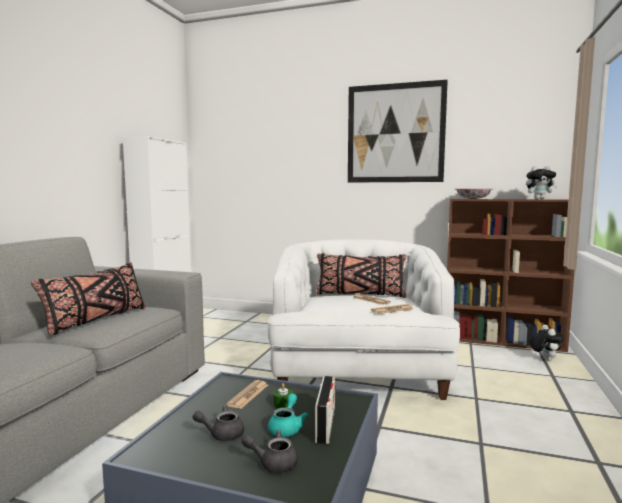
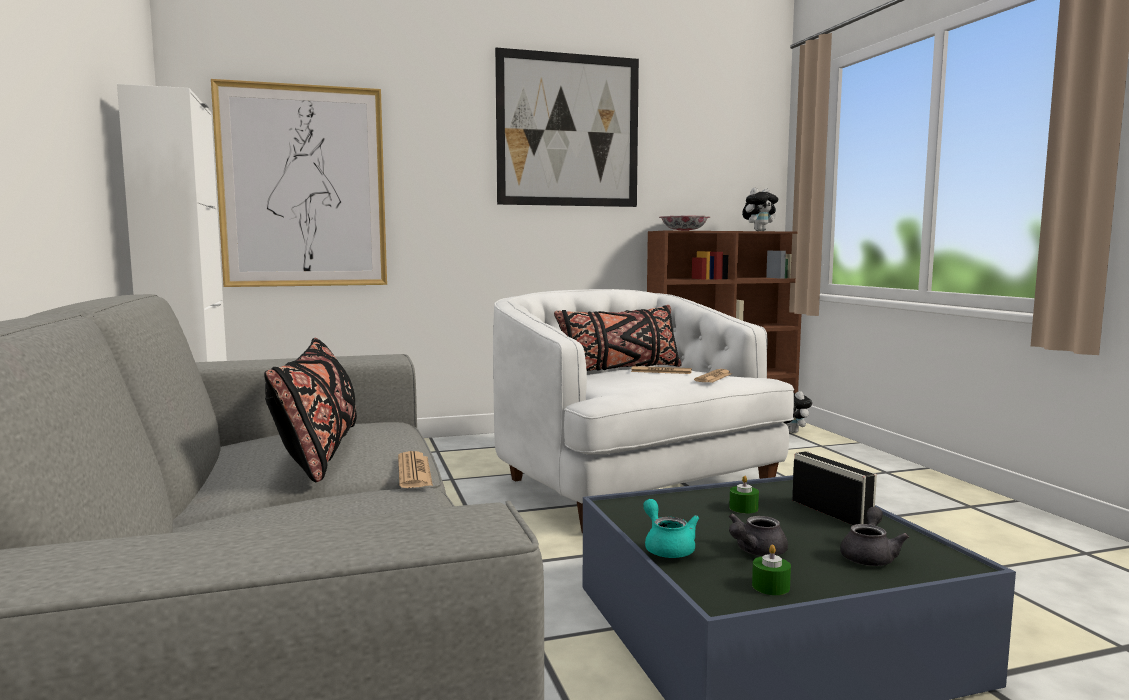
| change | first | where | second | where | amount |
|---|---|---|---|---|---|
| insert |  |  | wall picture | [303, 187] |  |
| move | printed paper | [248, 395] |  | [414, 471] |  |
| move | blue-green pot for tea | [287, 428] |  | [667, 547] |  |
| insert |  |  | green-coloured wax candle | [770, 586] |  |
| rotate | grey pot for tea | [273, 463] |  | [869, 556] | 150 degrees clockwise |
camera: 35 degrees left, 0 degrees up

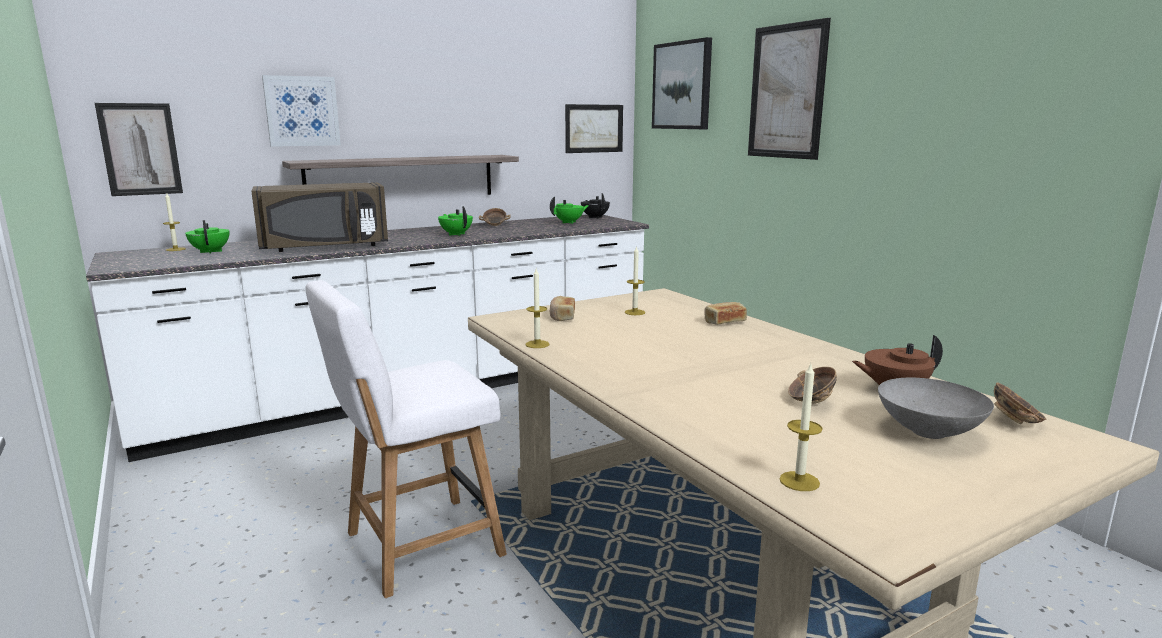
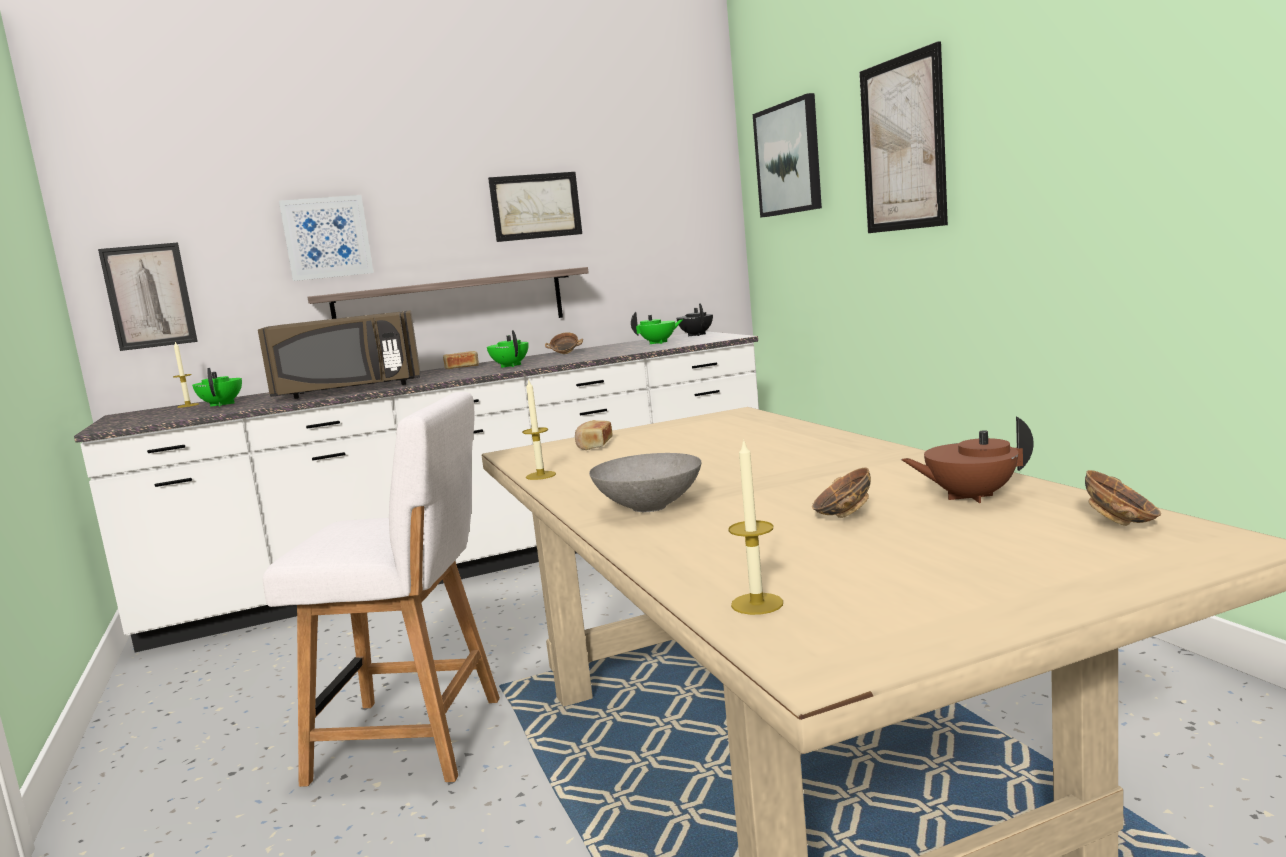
| change | first | where | second | where | amount |
|---|---|---|---|---|---|
| rotate | whitish chair | [416, 546] |  | [417, 739] | 150 degrees counterclockwise |
| move | bakery bread | [724, 322] |  | [462, 368] |  |
| move | wall picture | [594, 128] |  | [536, 206] |  |
| move | grey deep dish | [927, 432] |  | [647, 507] |  |
| delete | wax candle | [634, 312] |  |  |  |
camera: 10 degrees right, 5 degrees down

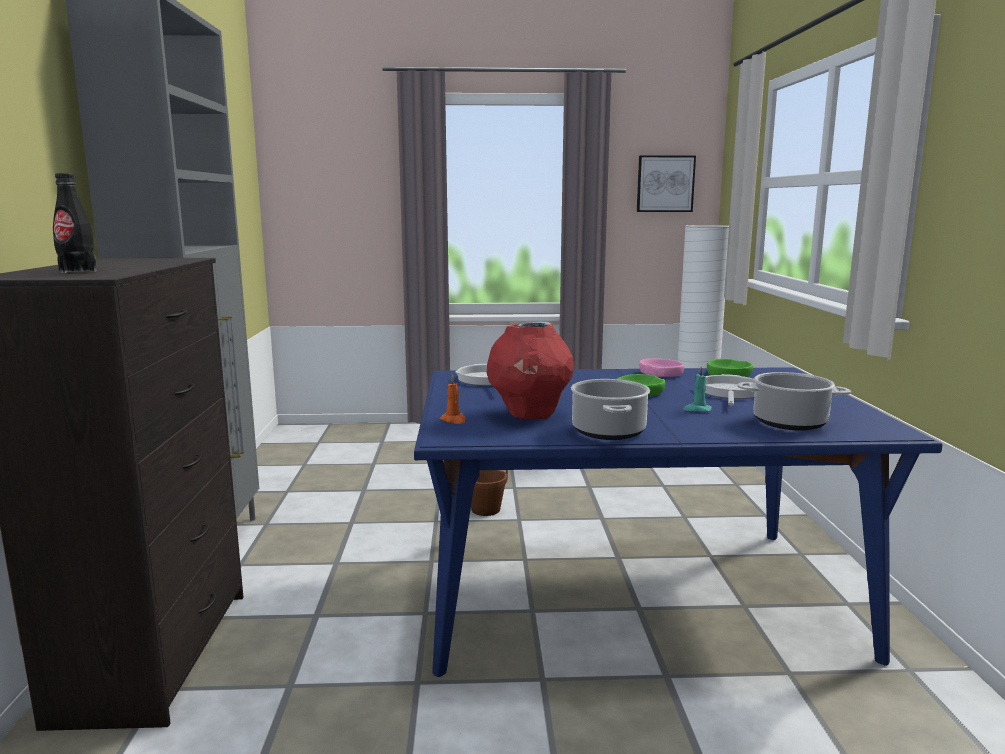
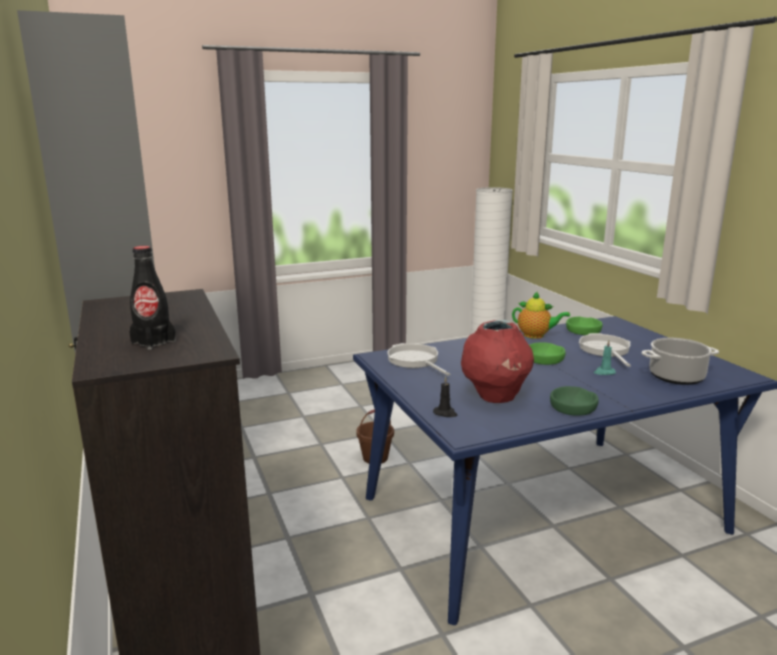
| change | first | where | second | where | amount |
|---|---|---|---|---|---|
| recolor | orange wax candle | [454, 420] | blackish wax candle | [445, 413] |  |
| replace | pink deep dish | [661, 374] | pot for tea | [536, 335] |  |
| replace | saucepot | [609, 432] | green-coloured deep dish | [573, 407] |  |
| delete | wall picture | [665, 184] |  |  |  |
camera: 20 degrees left, 5 degrees up

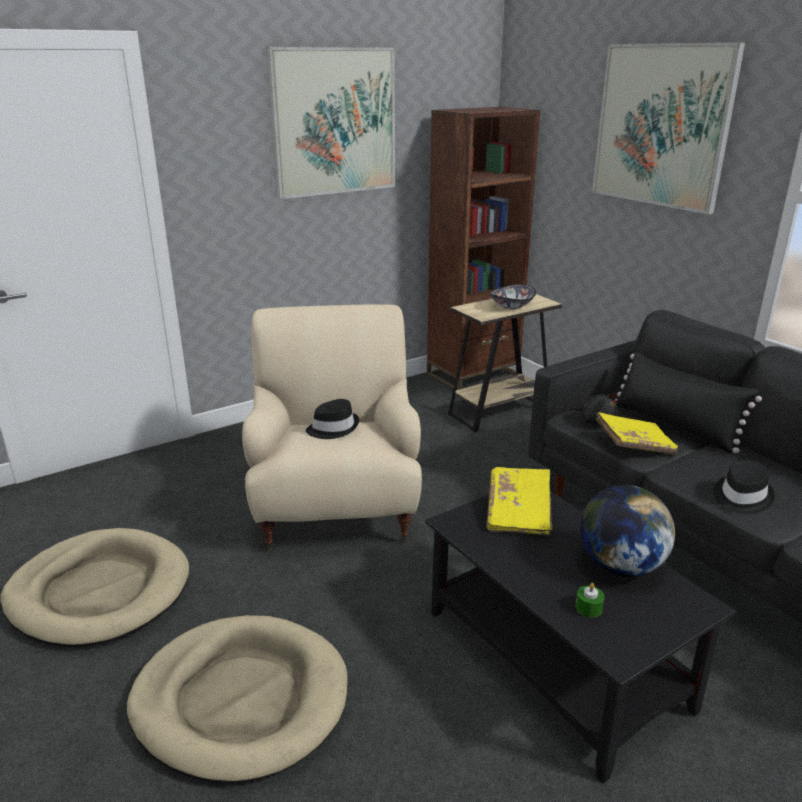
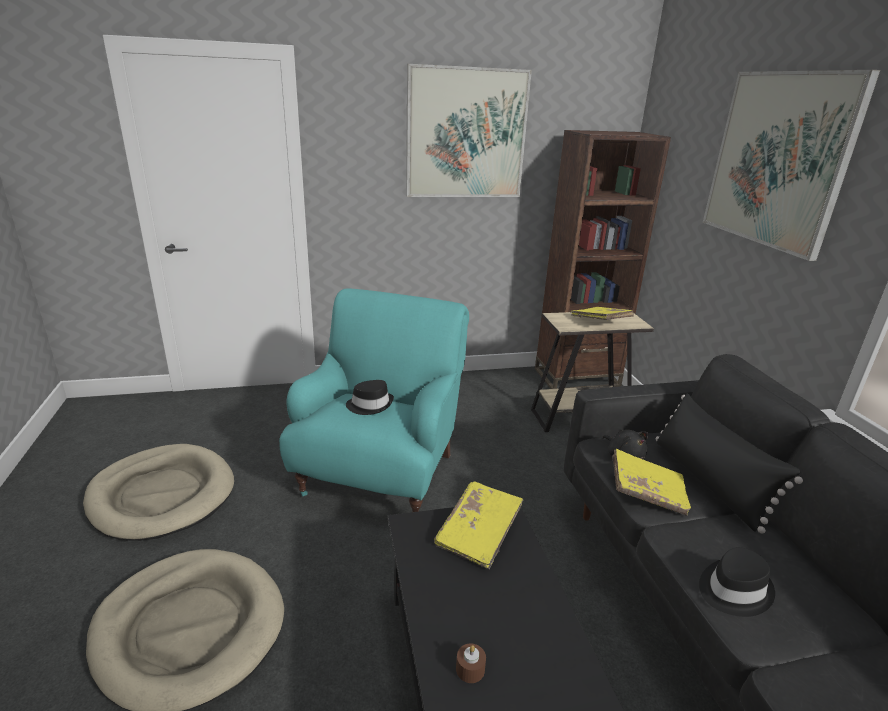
| change | first | where | second | where | amount |
|---|---|---|---|---|---|
| recolor | beige easy chair | [337, 508] | blue-green easy chair | [381, 473] |  |
| recolor | green-coloured wax candle | [588, 608] | brown-coloured wax candle | [470, 669] |  |
| replace | deep dish | [511, 306] | yellow-coloured bound book | [600, 322] |  |
| delete | globe | [620, 566] |  |  |  |
camera: 20 degrees right, 0 degrees up

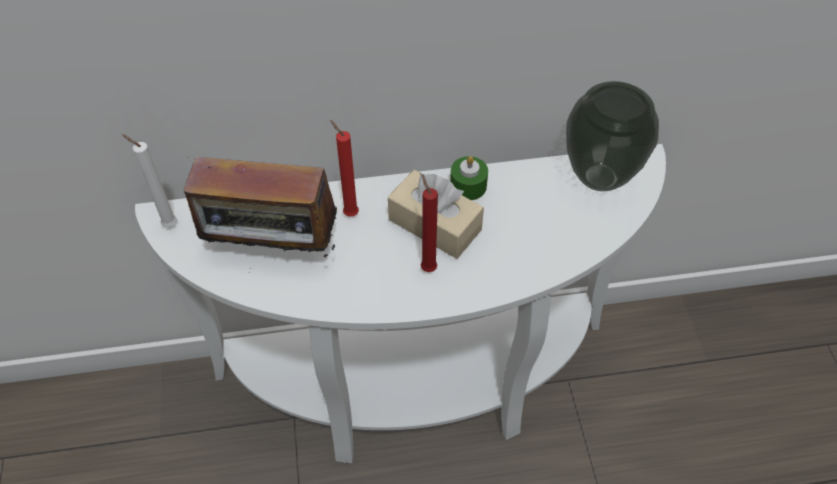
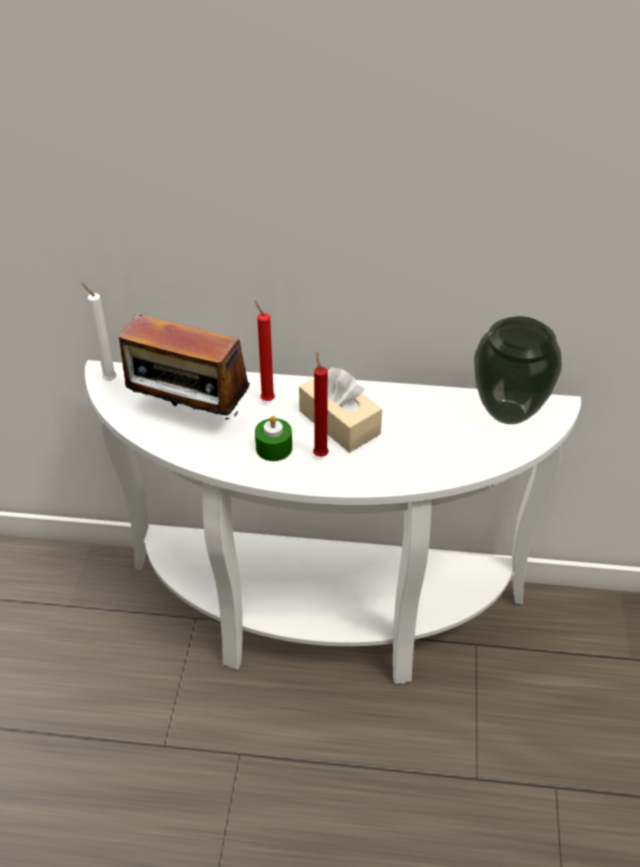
| change | first | where | second | where | amount |
|---|---|---|---|---|---|
| move | green-coloured wax candle | [468, 186] |  | [274, 448] |  |
camera: 15 degrees right, 10 degrees down

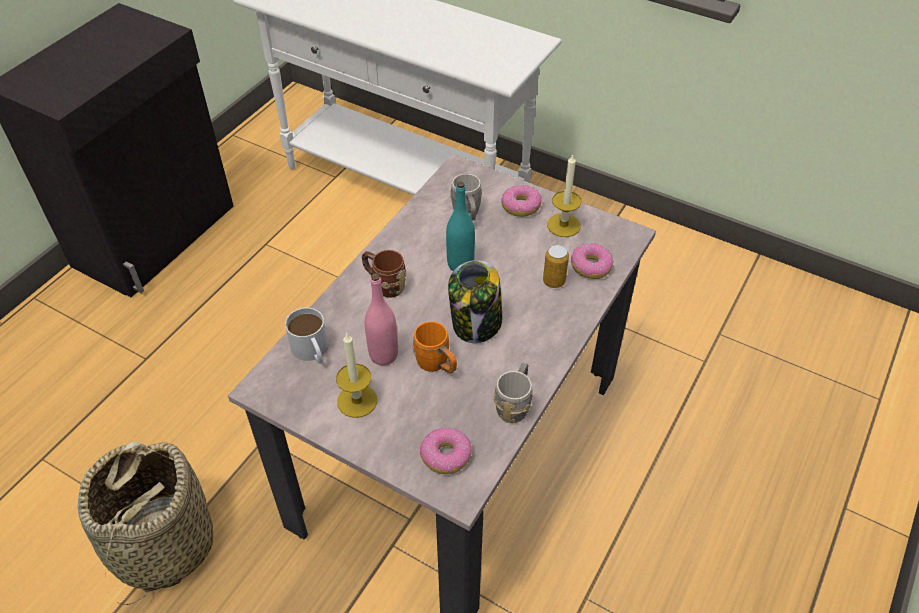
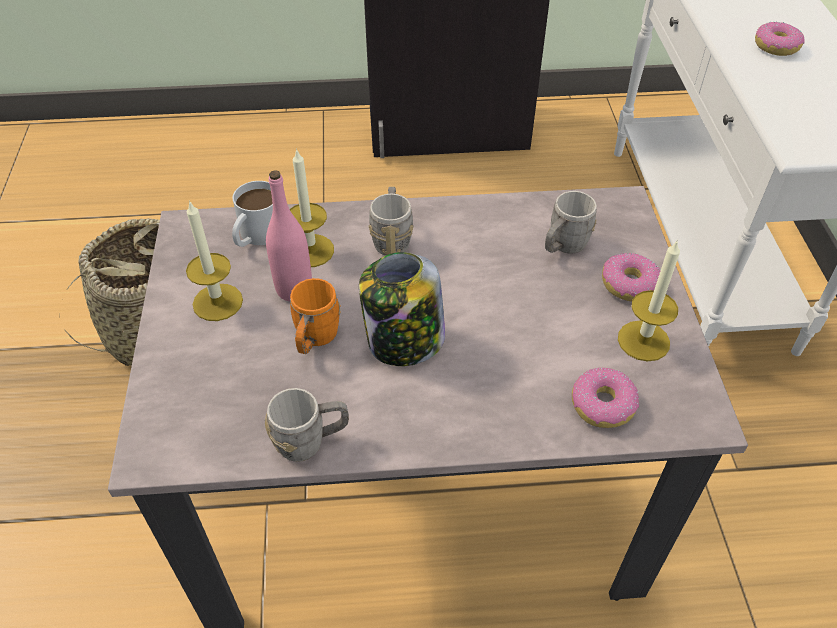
| change | first | where | second | where | amount |
|---|---|---|---|---|---|
| insert |  |  | wax candle | [310, 250] |  |
| recolor | brown-coloured tea mug | [384, 284] | grey tea mug | [392, 238] |  |
| move | donut | [446, 455] |  | [776, 47] |  |
| delete | blue-green beverage bottle | [460, 264] |  |  |  |
| delete | can | [554, 281] |  |  |  |
camera: 55 degrees right, 0 degrees up

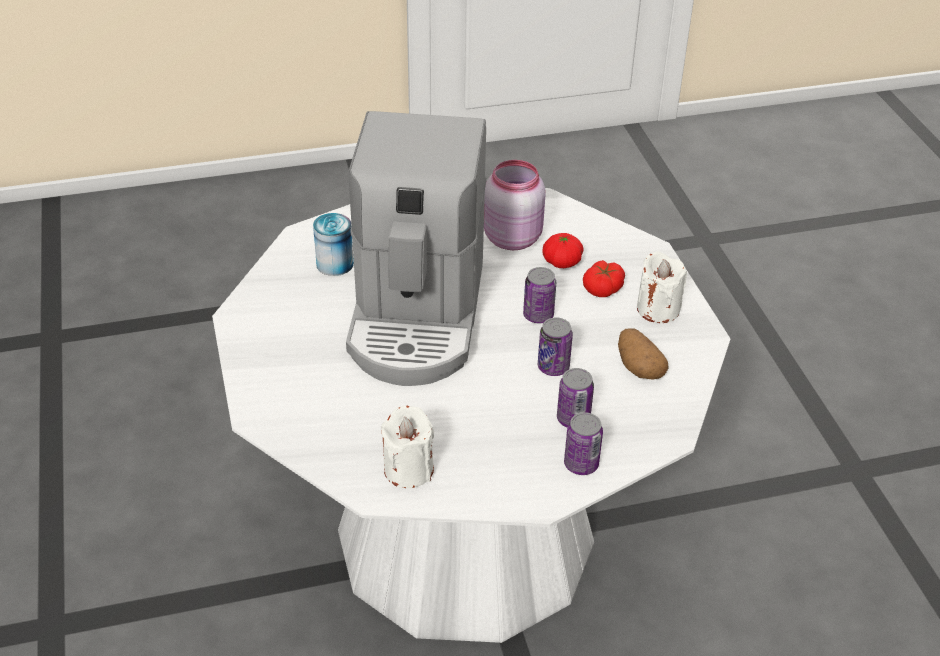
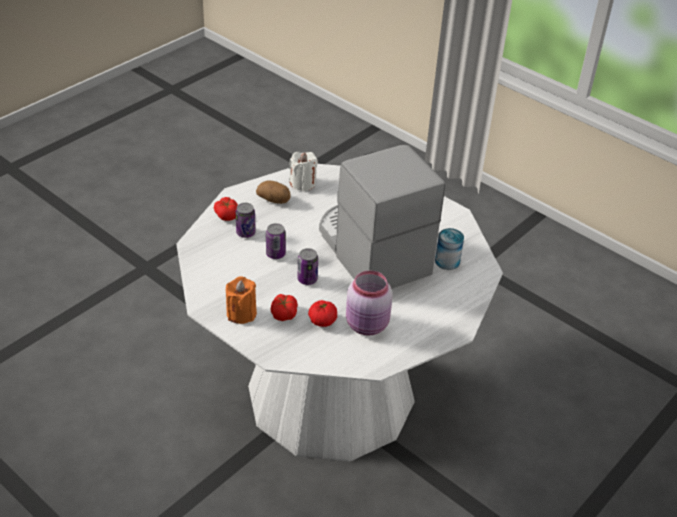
| change | first | where | second | where | amount |
|---|---|---|---|---|---|
| replace | can | [581, 464] | whole tomato | [227, 215] |  |
| recolor | whitish wax candle | [658, 309] | orange wax candle | [241, 313] |  |
| move | spud | [638, 367] |  | [274, 200] |  |
camera: 145 degrees right, 0 degrees up

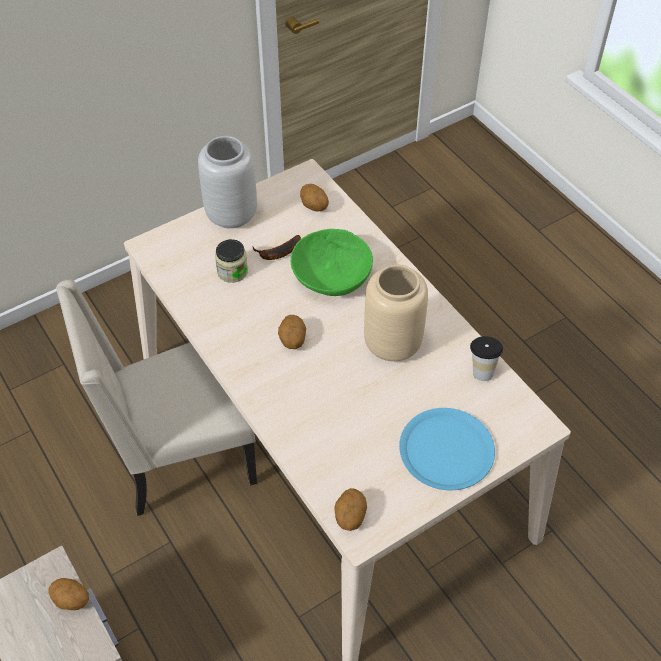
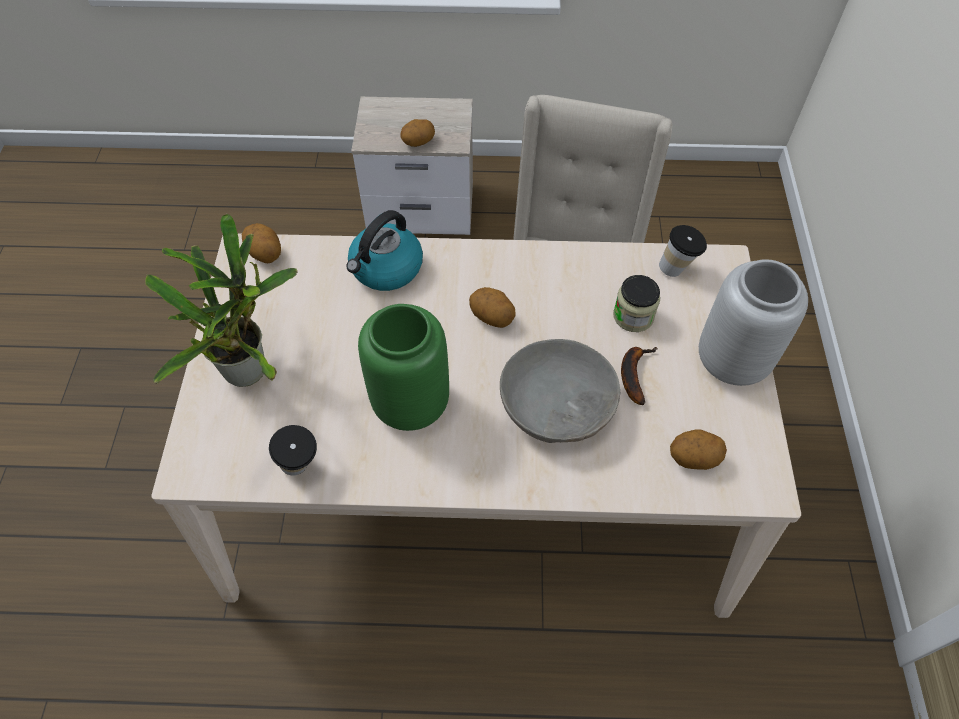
| change | first | where | second | where | amount |
|---|---|---|---|---|---|
| replace | blue-coloured plate | [446, 450] | houseplant | [249, 366] |  |
| insert |  |  | water kettle | [386, 269] |  |
| recolor | beige decorative vase | [391, 344] | green-coloured decorative vase | [411, 402] |  |
| recolor | green-coloured deep dish | [331, 276] | grey deep dish | [557, 405] |  |
| insert |  |  | small cup | [677, 268] |  |
camera: 125 degrees right, 5 degrees up

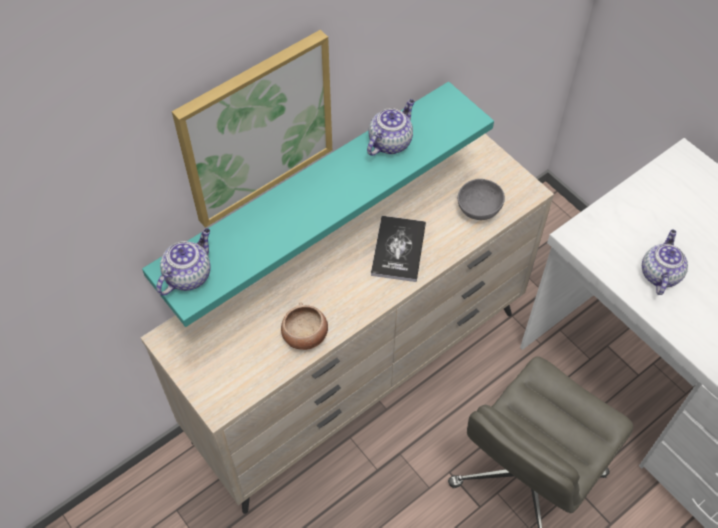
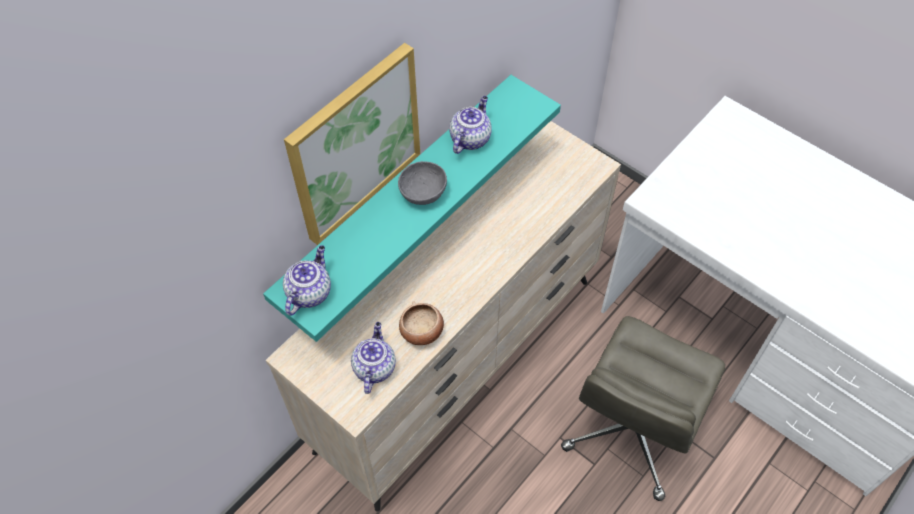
| change | first | where | second | where | amount |
|---|---|---|---|---|---|
| move | pot for tea | [659, 273] |  | [374, 367] |  |
| move | grey deep dish | [478, 208] |  | [422, 193] |  |
| delete | bound book | [398, 249] |  |  |  |
camera: 10 degrees left, 0 degrees up

